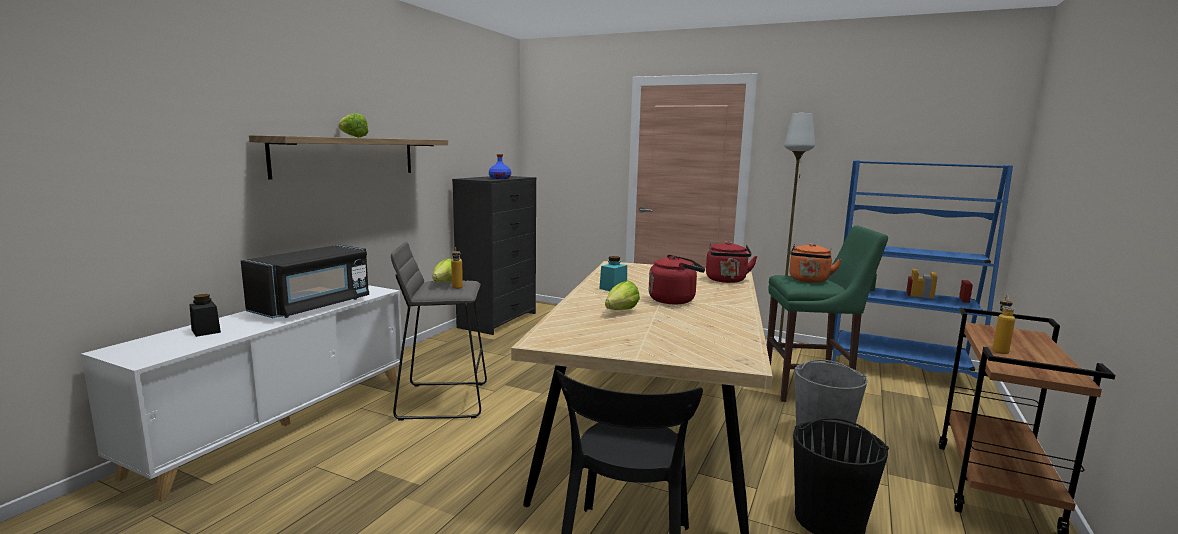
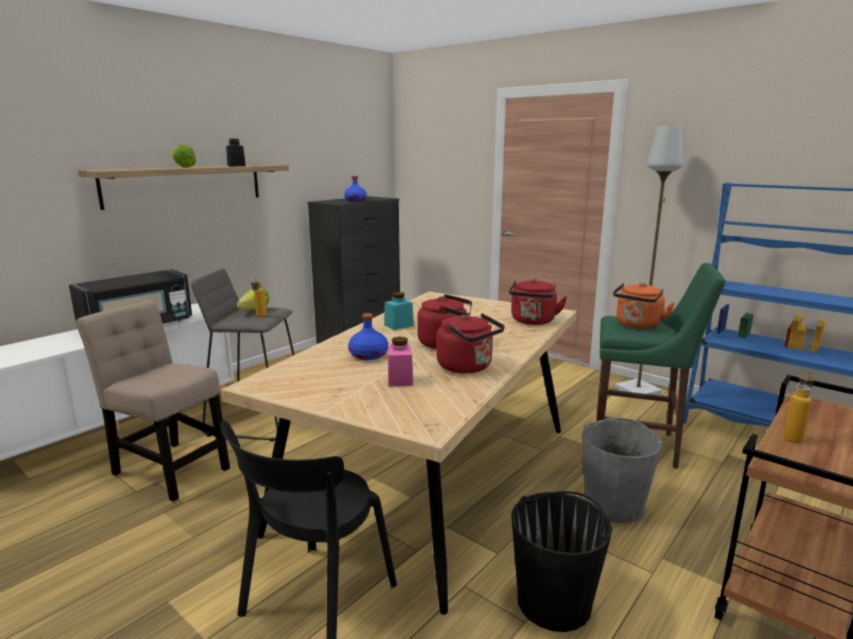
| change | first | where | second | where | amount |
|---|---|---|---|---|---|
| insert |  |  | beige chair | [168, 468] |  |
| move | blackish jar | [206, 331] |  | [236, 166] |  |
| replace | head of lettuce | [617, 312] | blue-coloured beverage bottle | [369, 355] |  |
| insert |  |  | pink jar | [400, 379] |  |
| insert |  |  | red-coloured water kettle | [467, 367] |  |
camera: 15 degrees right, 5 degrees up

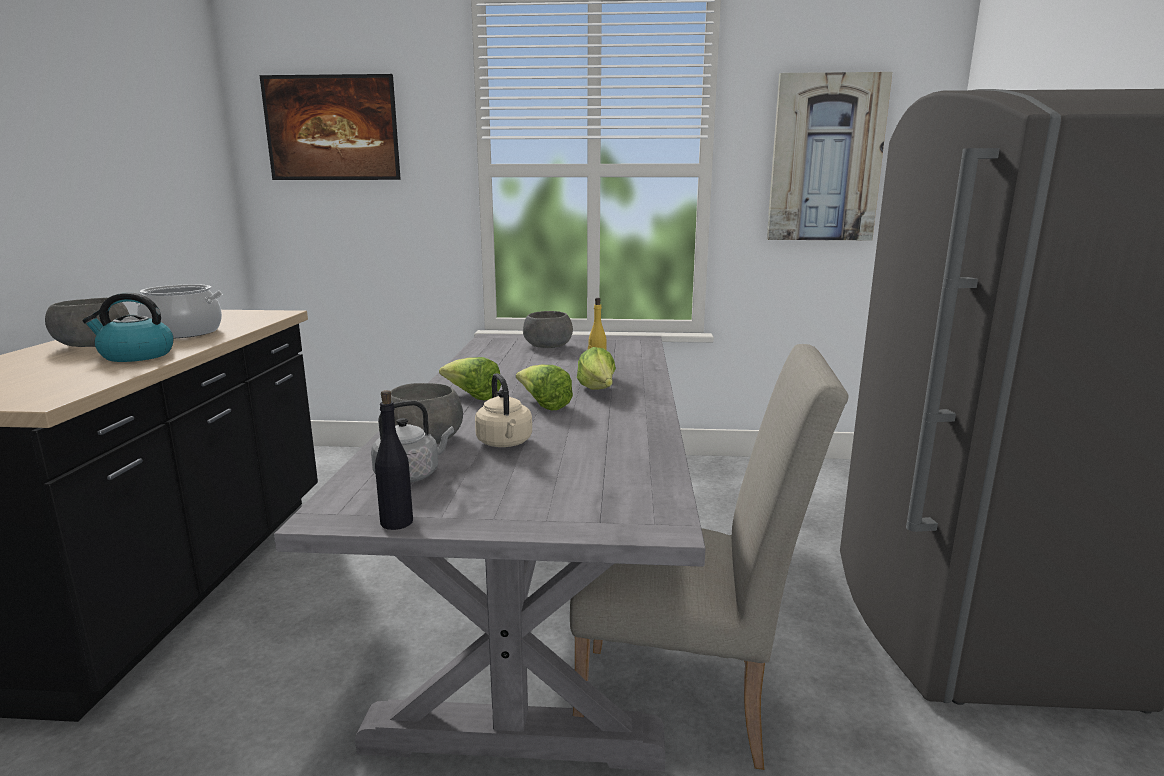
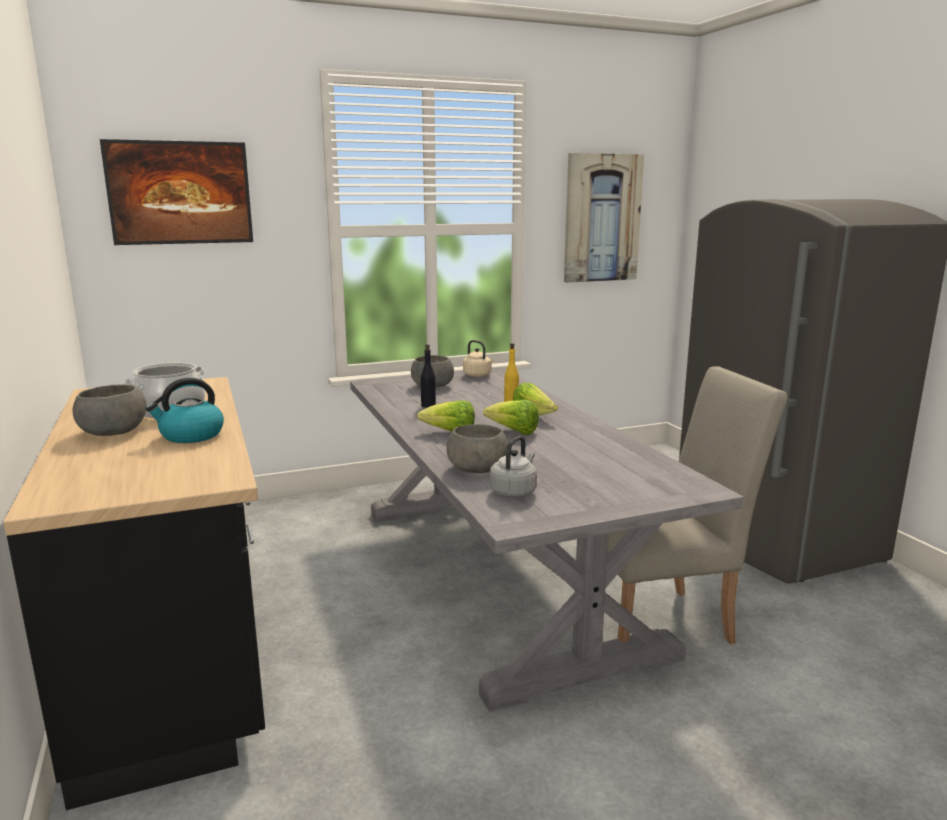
| change | first | where | second | where | amount |
|---|---|---|---|---|---|
| move | blackish beverage bottle | [397, 522] |  | [428, 405] |  |
| move | beige water kettle | [505, 443] |  | [478, 375] |  |
camera: 25 degrees left, 0 degrees up

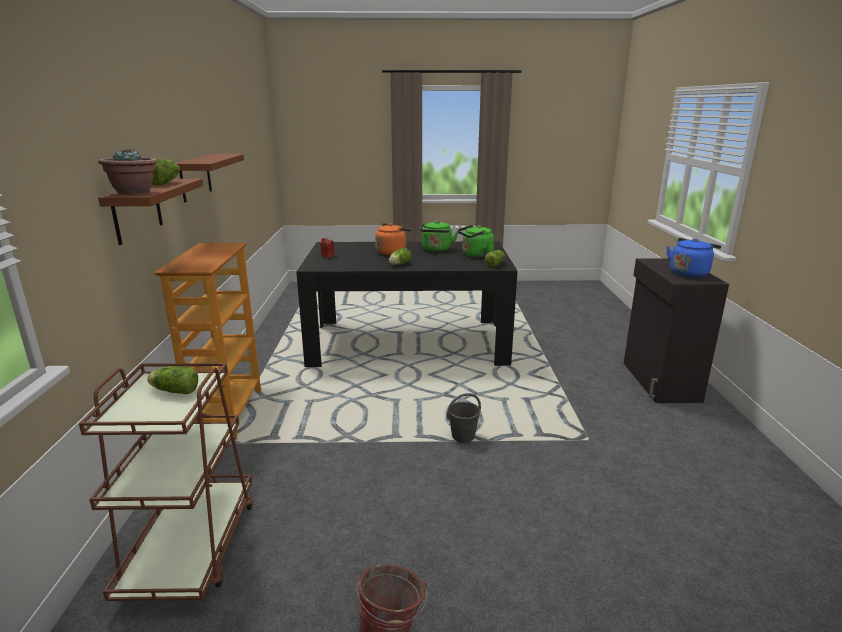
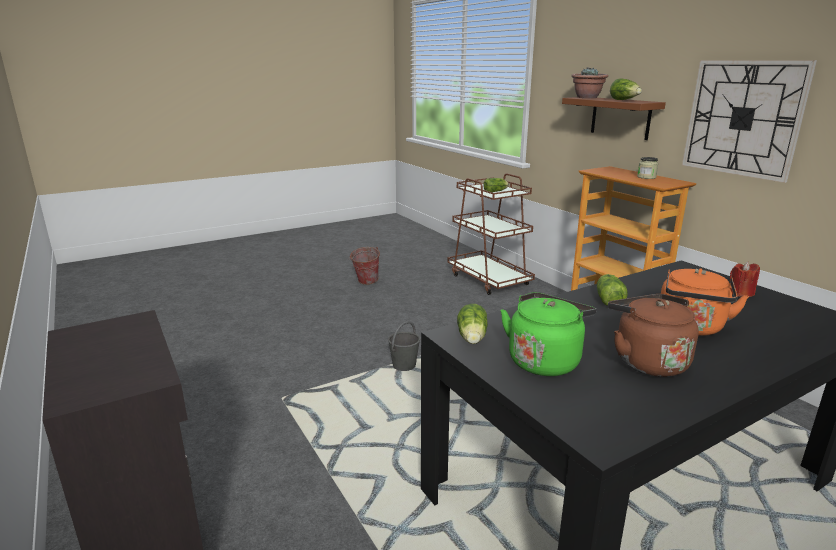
| change | first | where | second | where | amount |
|---|---|---|---|---|---|
| recolor | green-coloured water kettle | [436, 250] | brown-coloured water kettle | [646, 361] |  |
| insert |  |  | jar | [646, 177] |  |
| replace | brown-coloured bracket shelf | [195, 177] | clock on the wall | [743, 118] |  |
| delete | blue-coloured water kettle | [689, 273] |  |  |  |
camera: 150 degrees right, 0 degrees up

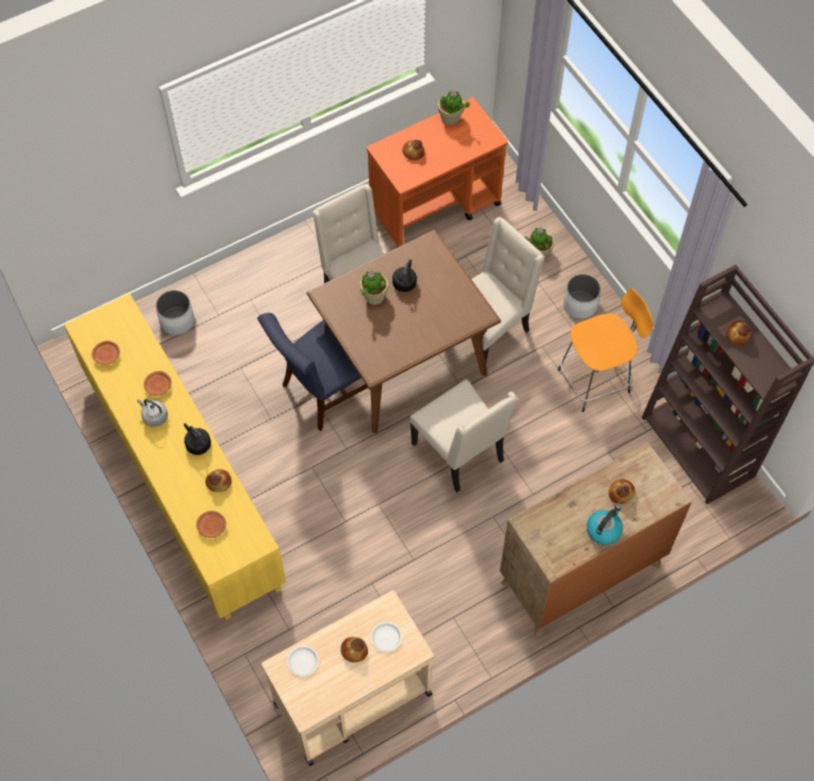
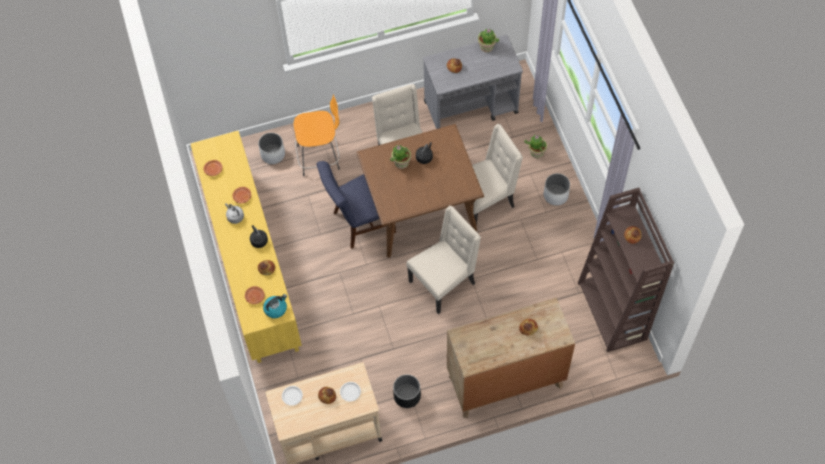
| change | first | where | second | where | amount |
|---|---|---|---|---|---|
| move | water kettle | [604, 529] |  | [276, 308] |  |
| move | orange stool seat | [596, 380] |  | [320, 157] |  |
| insert |  |  | blackish plant pot | [407, 396] |  |
| rotate | beige chair | [460, 453] |  | [443, 282] | 105 degrees counterclockwise |
| recolor | orange wheeled cart | [436, 208] | grey wheeled cart | [471, 107] |  |
camera: 15 degrees right, 0 degrees up

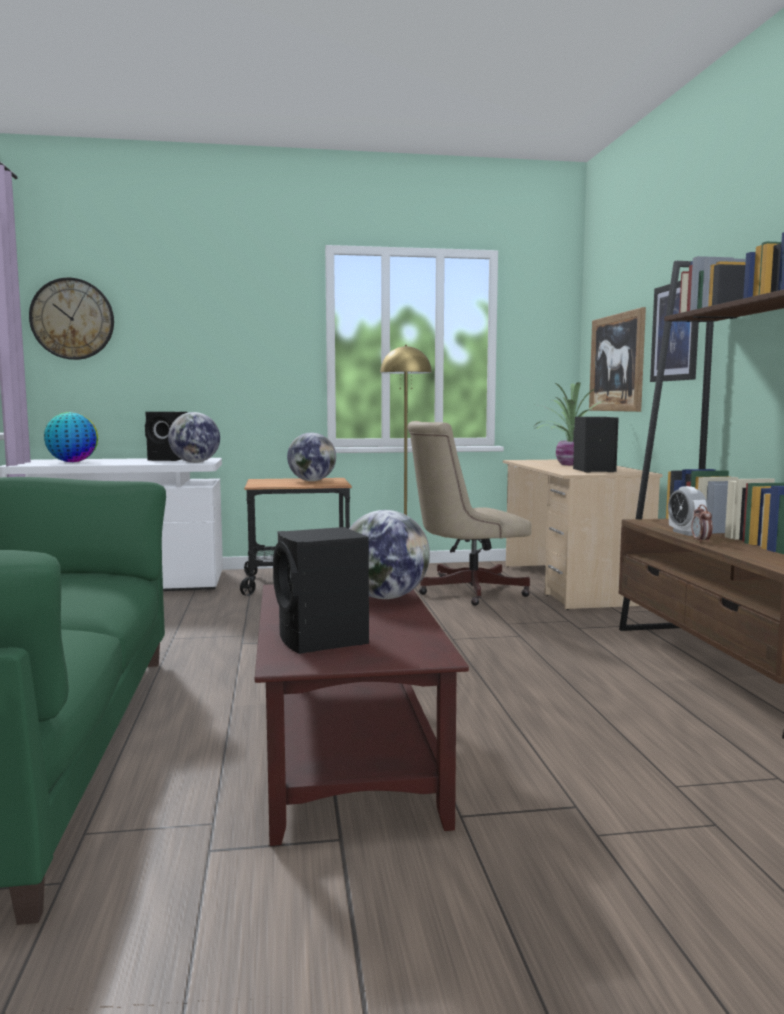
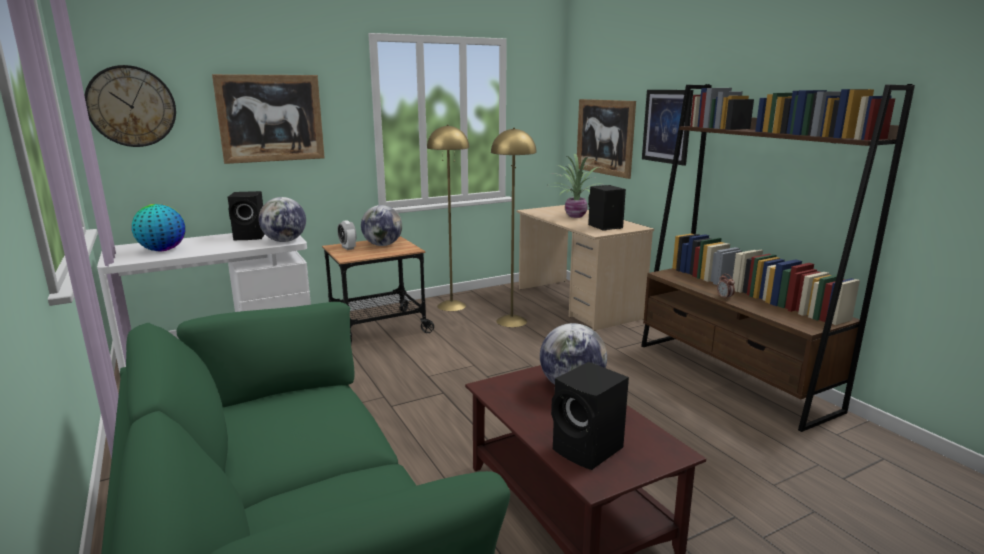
| change | first | where | second | where | amount |
|---|---|---|---|---|---|
| insert |  |  | wall picture | [271, 118] |  |
| move | bedside clock | [685, 533] |  | [348, 248] |  |
| replace | beige computer chair | [464, 591] | yellow-coloured floor lamp | [511, 321] |  |
camera: 20 degrees left, 10 degrees up

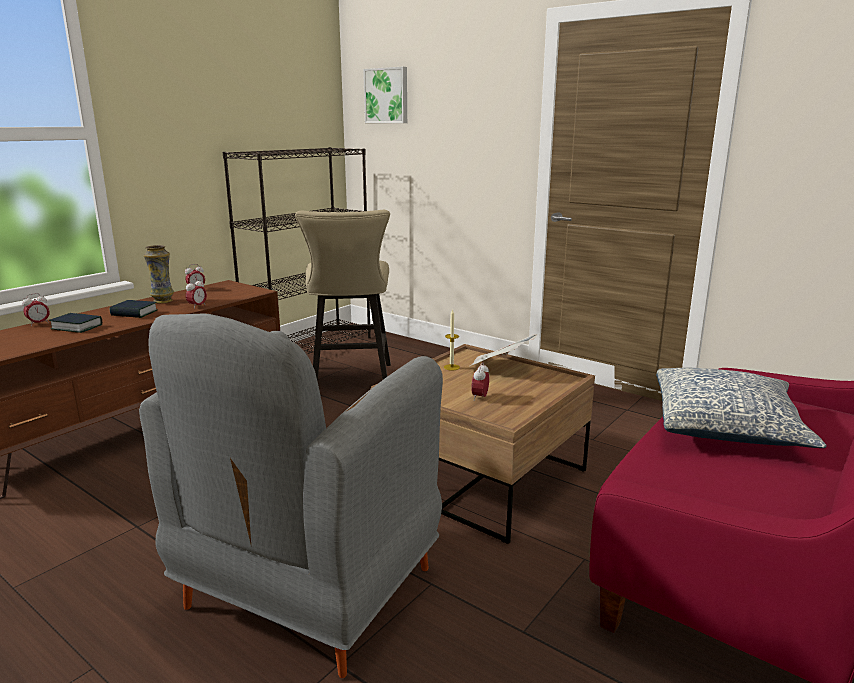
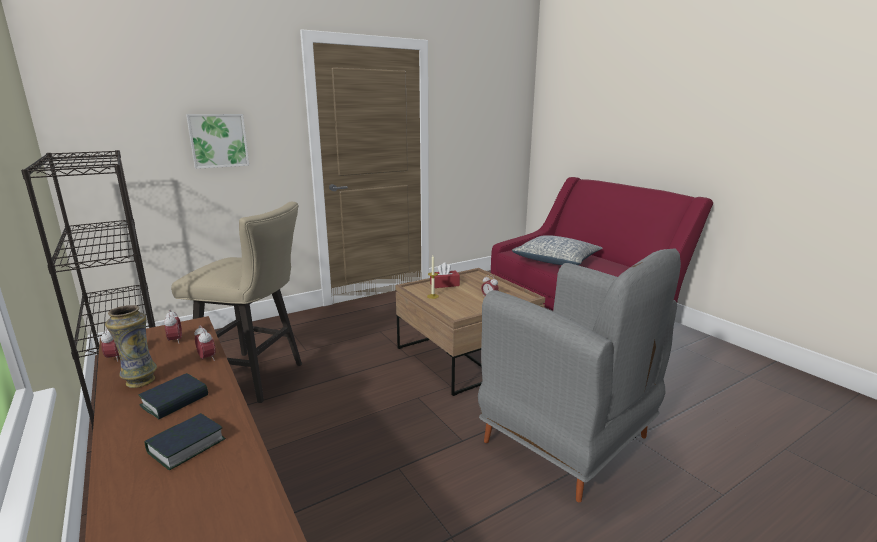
| change | first | where | second | where | amount |
|---|---|---|---|---|---|
| move | bedside clock | [39, 324] |  | [175, 341] |  |
| move | wall picture | [387, 96] |  | [218, 140] |  |
| replace | printed paper | [501, 367] | red-coloured tissue box | [444, 284] |  |
camera: 70 degrees left, 0 degrees up

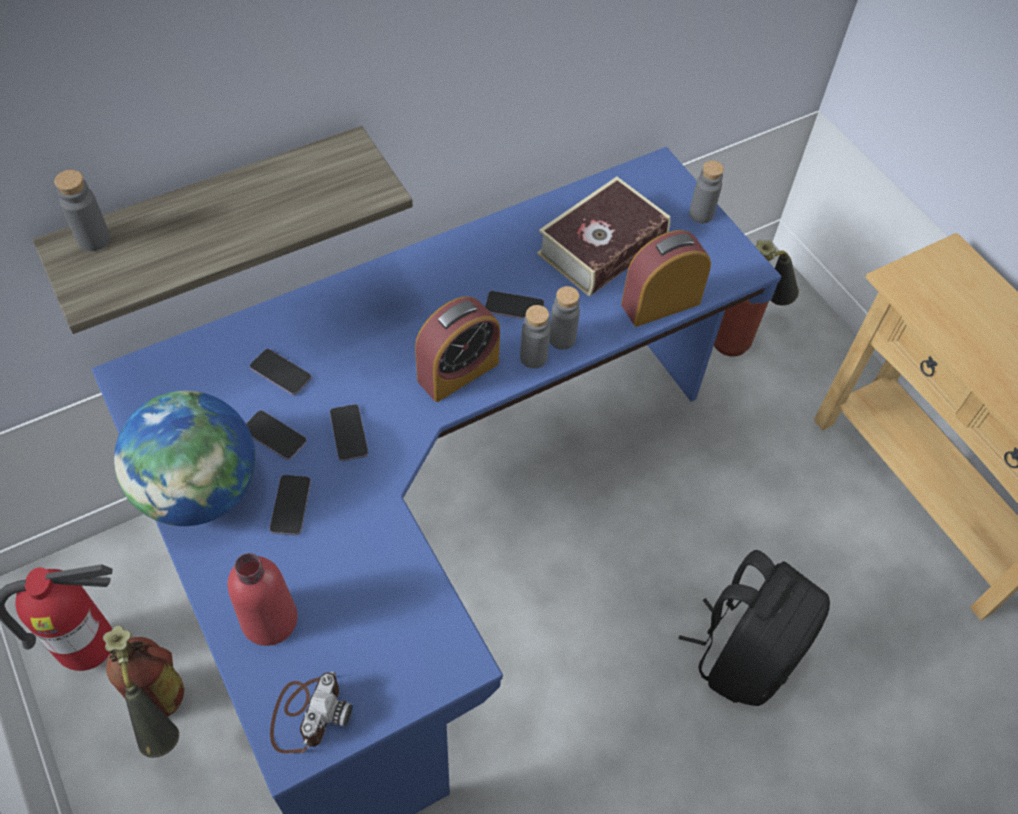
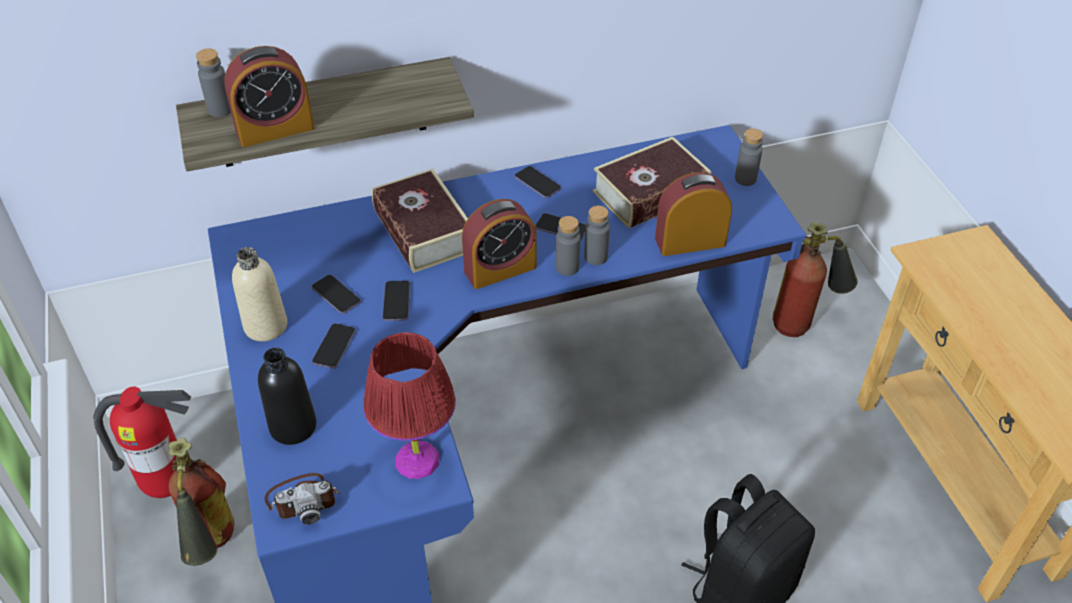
| change | first | where | second | where | amount |
|---|---|---|---|---|---|
| insert |  |  | bedside clock | [275, 129] |  |
| replace | globe | [200, 491] | beige beverage bottle | [265, 326] |  |
| recolor | red-coloured beverage bottle | [269, 620] | blackish beverage bottle | [293, 426] |  |
| rotate | photo camera | [307, 713] |  | [303, 499] | 45 degrees clockwise |
| insert |  |  | red-coloured table lamp | [417, 460] |  |
| insert |  |  | bound book | [423, 231] |  |
| move | telephone | [281, 373] |  | [537, 183] |  |
camera: 15 degrees right, 10 degrees down

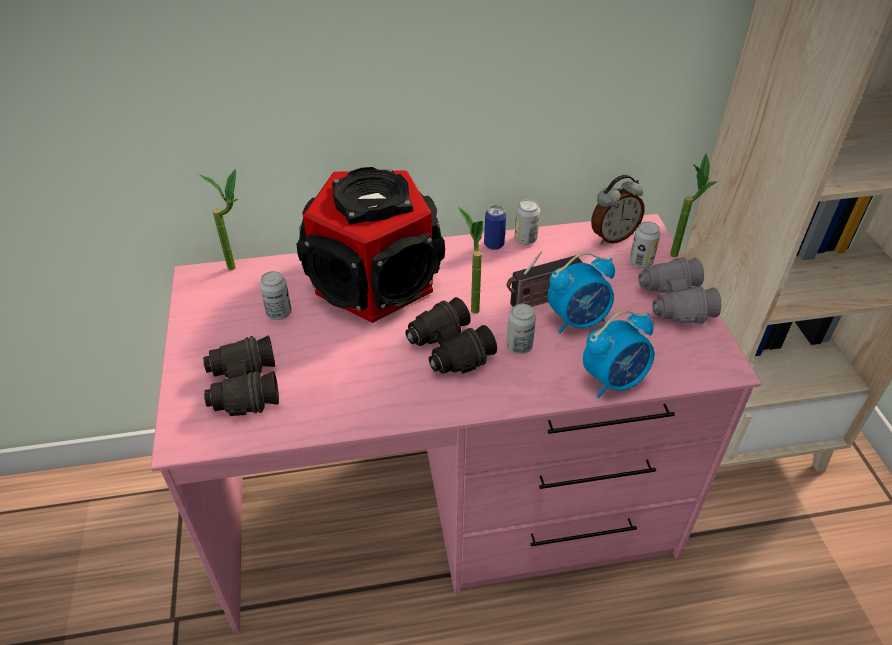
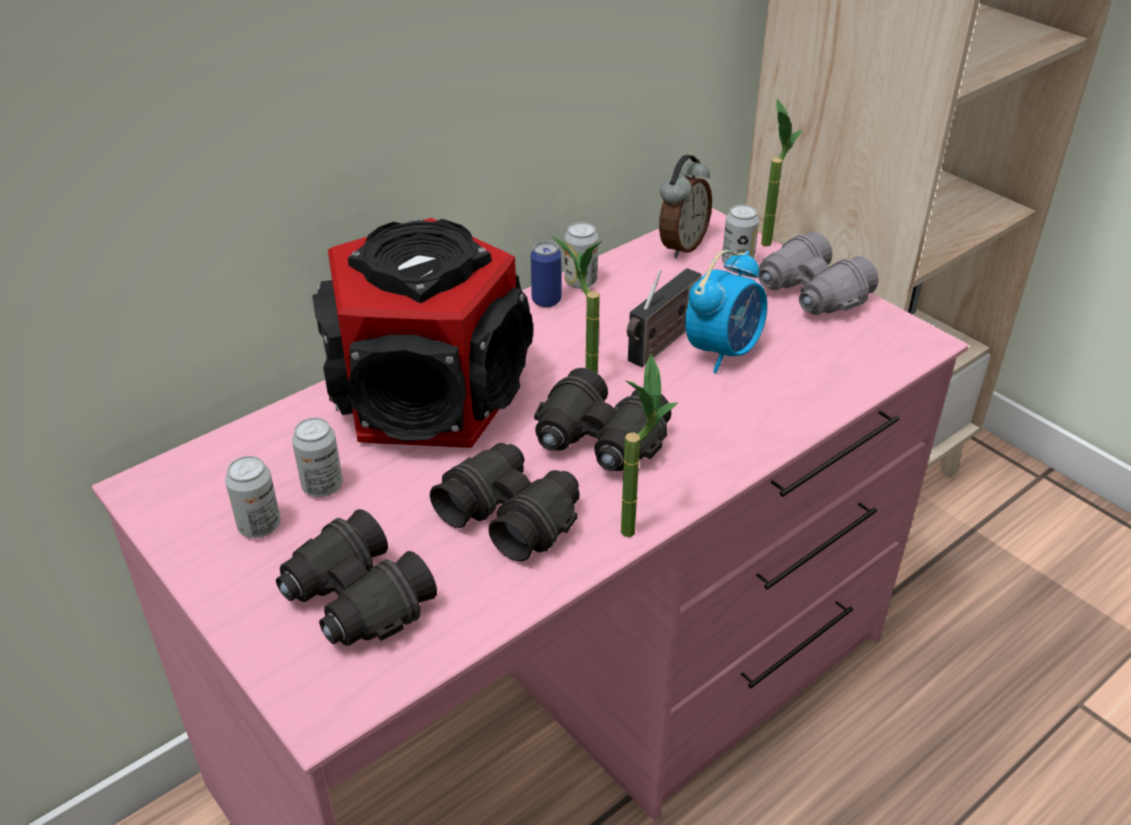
| change | first | where | second | where | amount |
|---|---|---|---|---|---|
| move | can | [519, 346] |  | [259, 526] |  |
| insert |  |  | blackish binoculars | [510, 514] |  |
| move | houseplant | [240, 265] |  | [635, 523] |  |
| delete | bedside clock | [614, 380] |  |  |  |
camera: 30 degrees left, 5 degrees down

